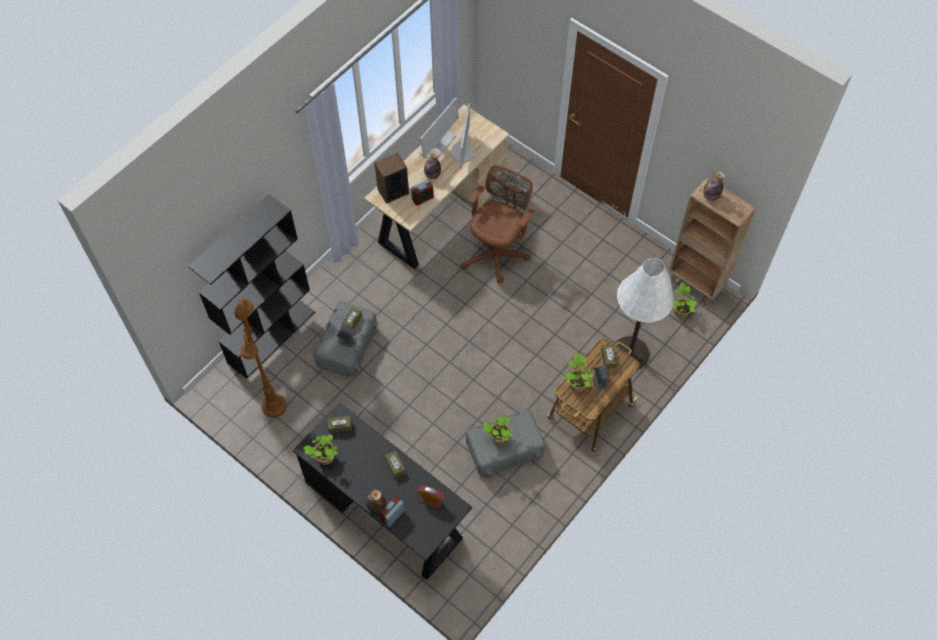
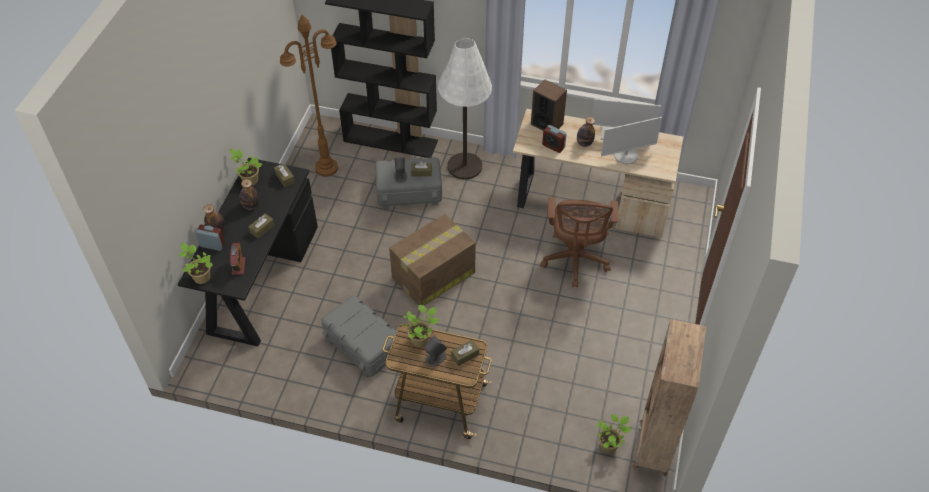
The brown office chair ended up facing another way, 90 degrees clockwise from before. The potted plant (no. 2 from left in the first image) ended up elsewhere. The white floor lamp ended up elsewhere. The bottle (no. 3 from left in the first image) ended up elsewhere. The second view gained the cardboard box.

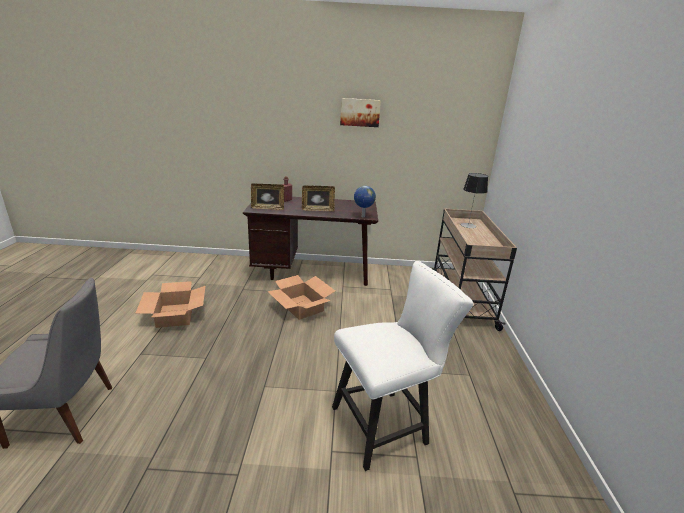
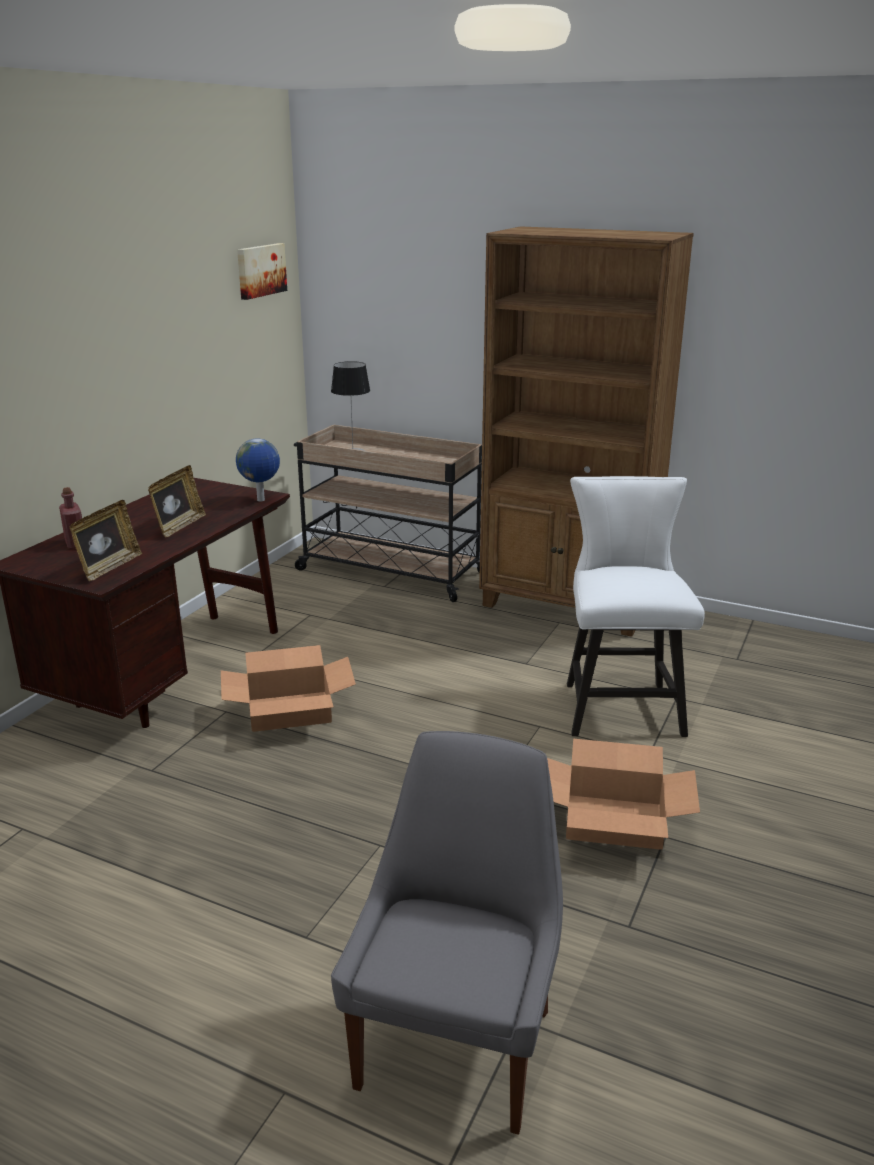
The cardboard box (no. 1 from left in the first image) ended up elsewhere. The picture ended up elsewhere. The second view gained the brown bookcase.

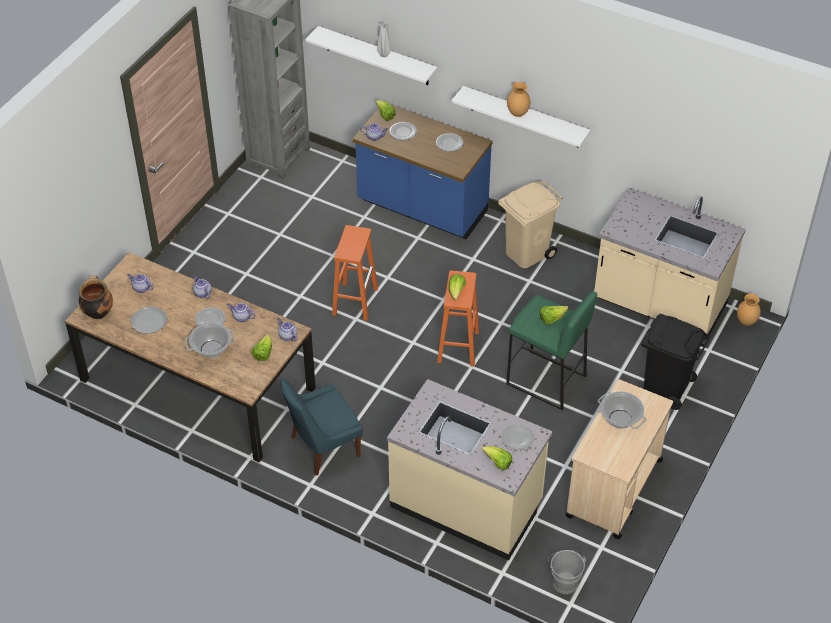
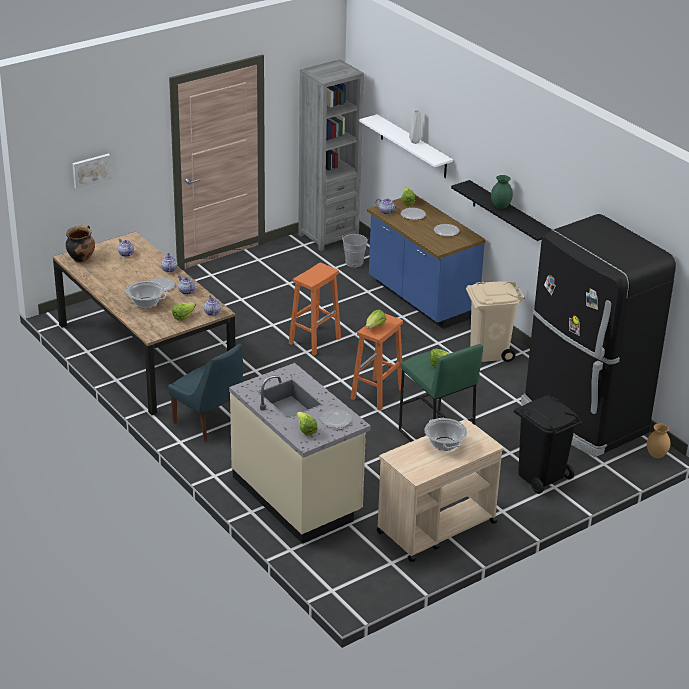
The second view lost the plate (no. 1 from left). The blue chair ended up facing another way, 135 degrees counterclockwise from before. What was the white shelf (no. 2 from left) turned into the black shelf. What was the brown vase (no. 1 from left) turned into the green vase. The grey bucket ended up elsewhere. Where the beige counter (no. 2 from left) stood, the black fridge came to stand. The second view gained the picture.

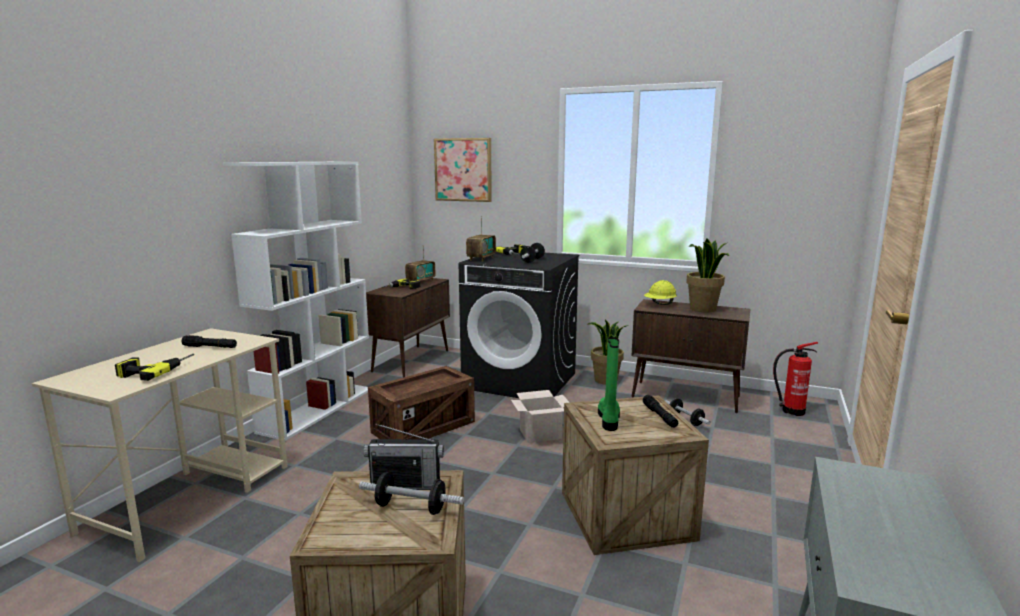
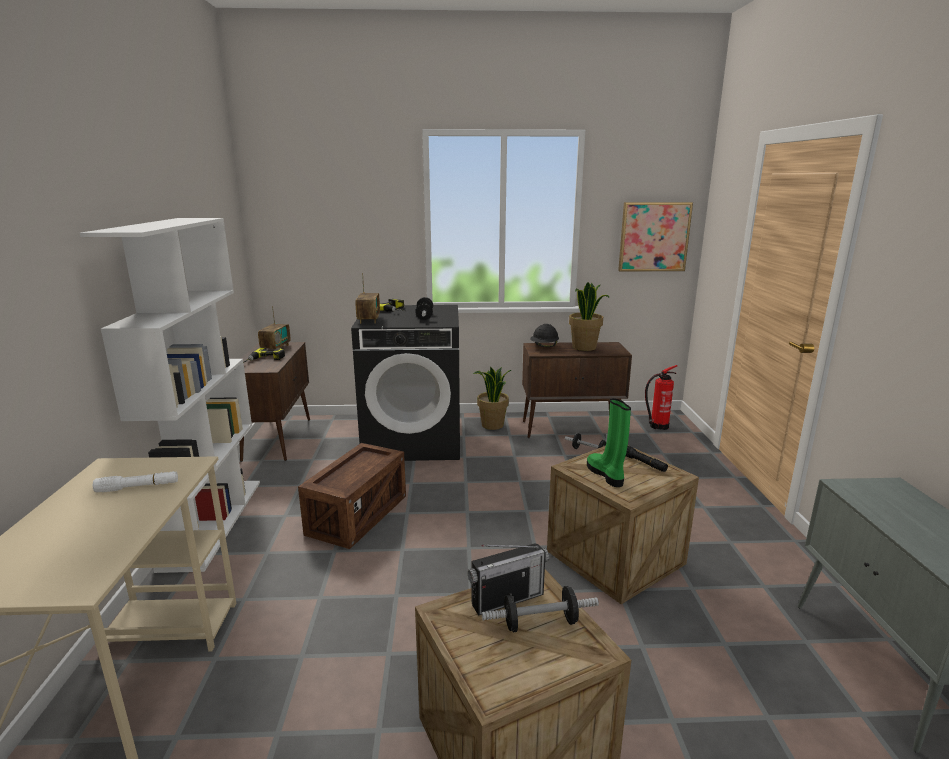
The second view lost the power drill (no. 1 from left). What was the black flashlight (no. 1 from left) turned into the white flashlight. The picture ended up elsewhere. The second view lost the cardboard box. What was the yellow hard hat turned into the black hard hat.

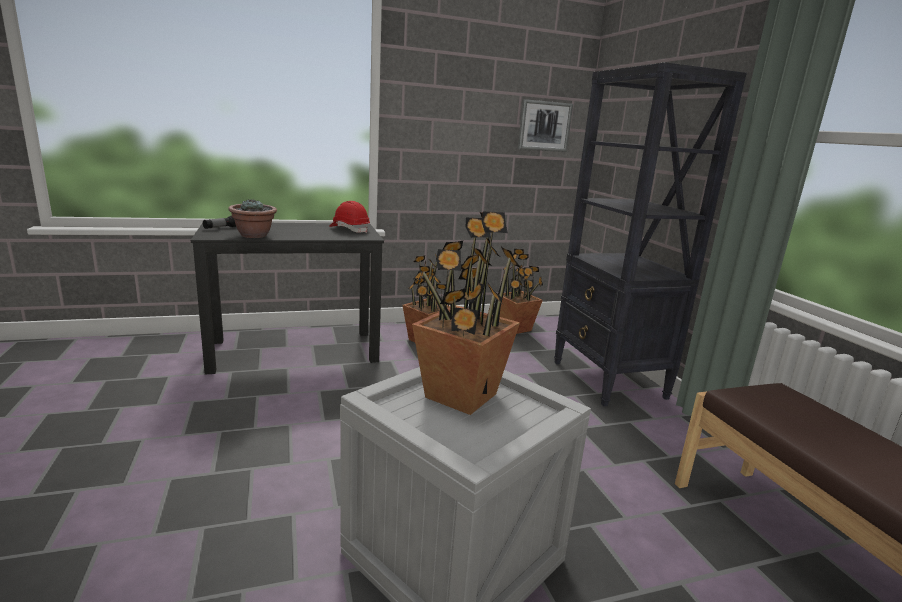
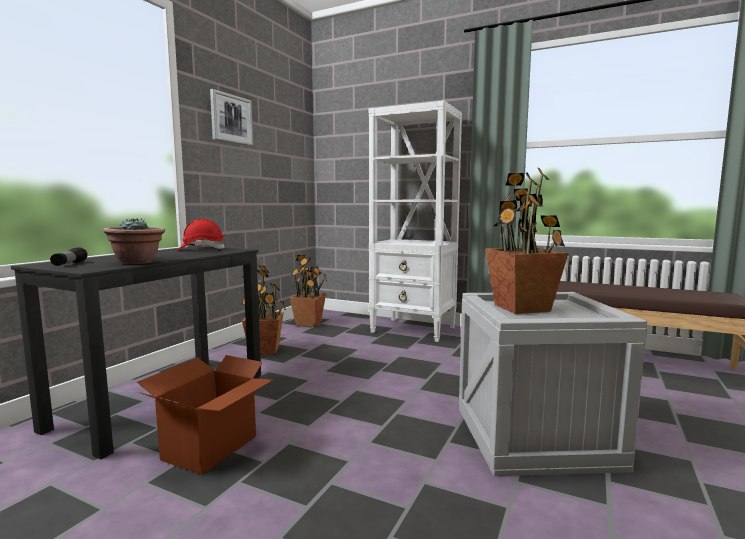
The picture ended up elsewhere. What was the black bookcase turned into the white bookcase. The second view gained the cardboard box.

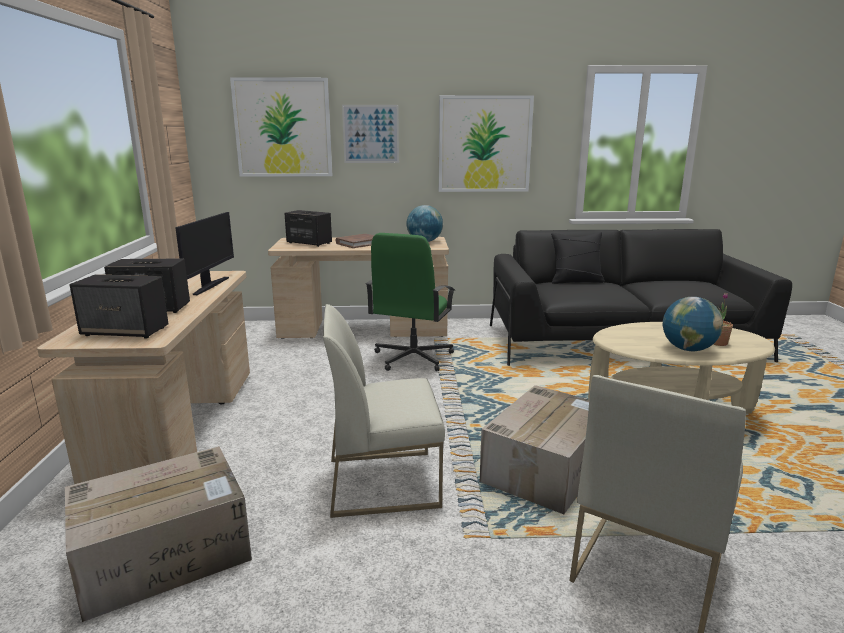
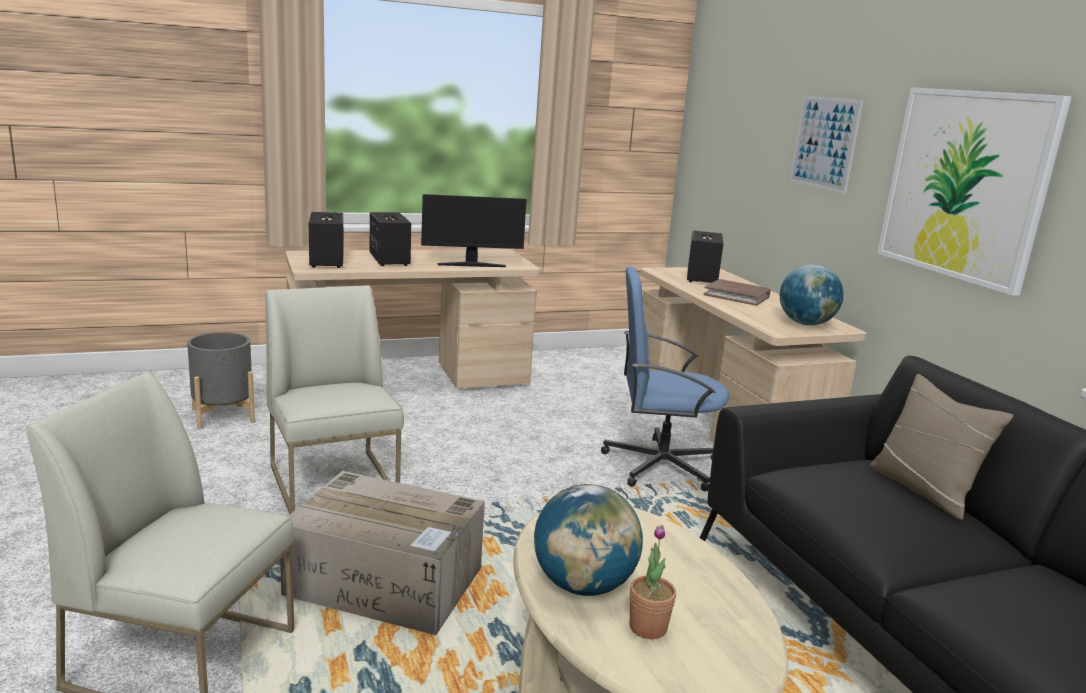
Where the cardboard box (no. 1 from left) stood, the grey planter came to stand. The second view lost the picture (no. 1 from left). What was the green office chair turned into the blue office chair. What was the black pillow turned into the beige pillow.

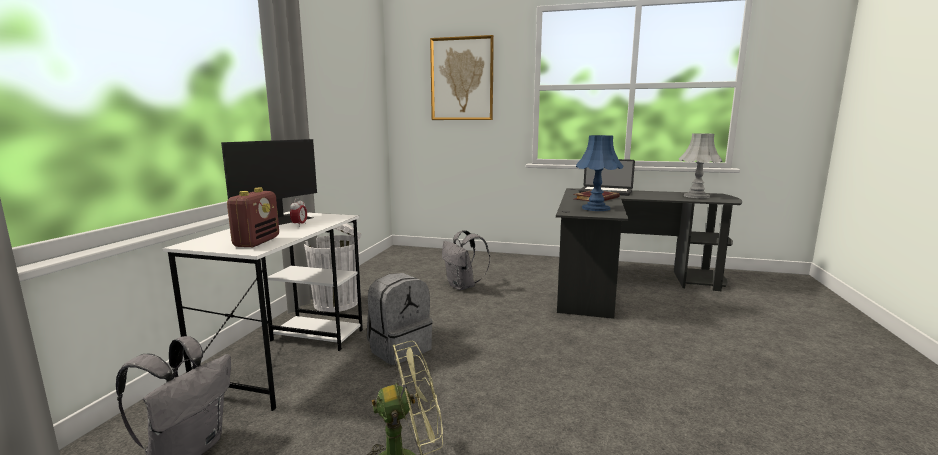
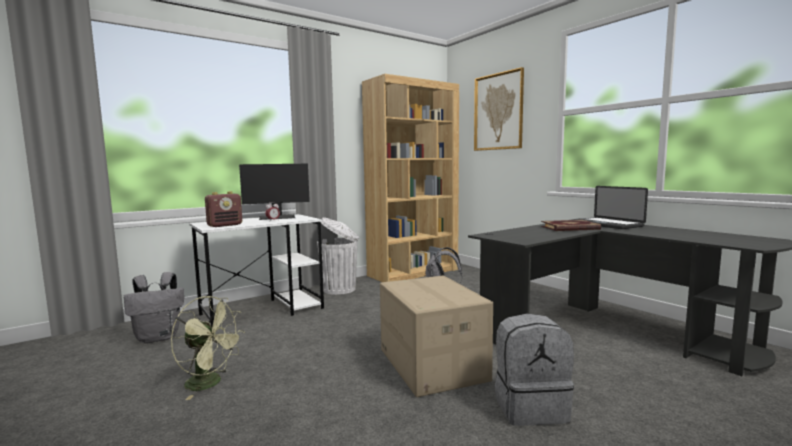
The grey backpack (no. 2 from left in the first image) ended up elsewhere. The second view lost the blue table lamp. The second view lost the grey table lamp. The second view gained the brown bookcase. The second view gained the cardboard box.

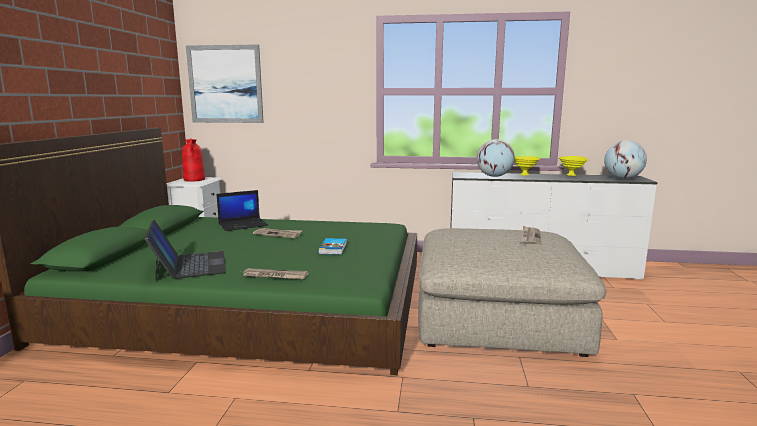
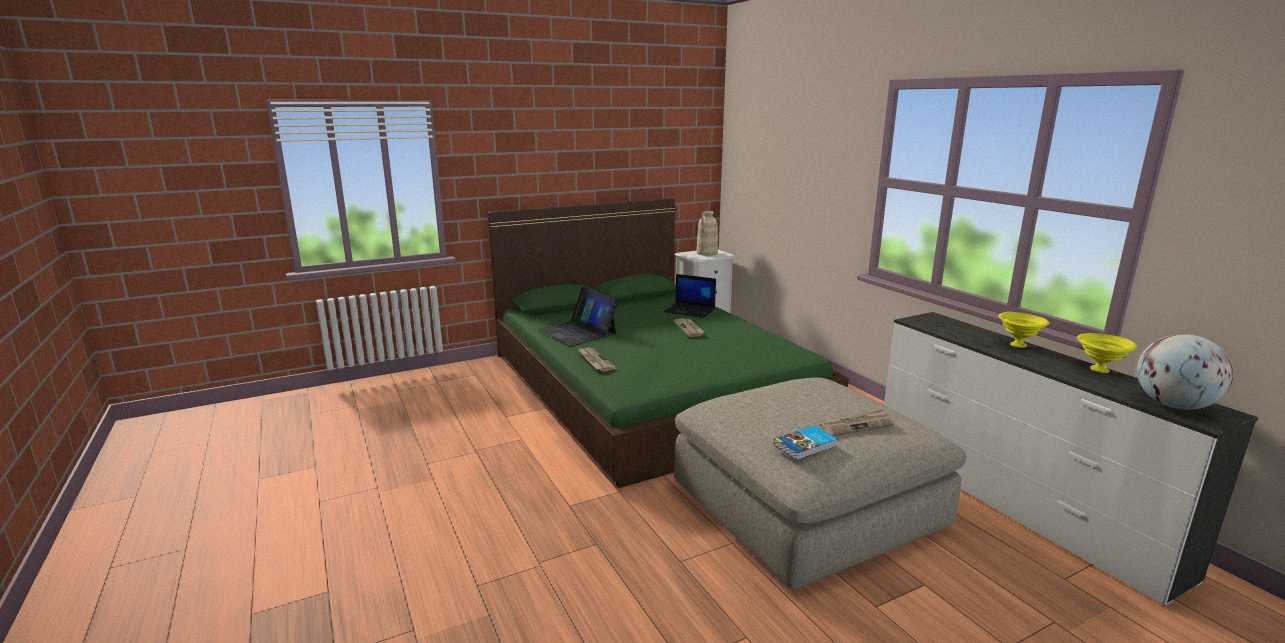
The laptop (no. 1 from left) ended up facing another way, 105 degrees clockwise from before. What was the red vase turned into the beige vase. The second view lost the picture. The book ended up elsewhere. The second view lost the globe (no. 1 from left).

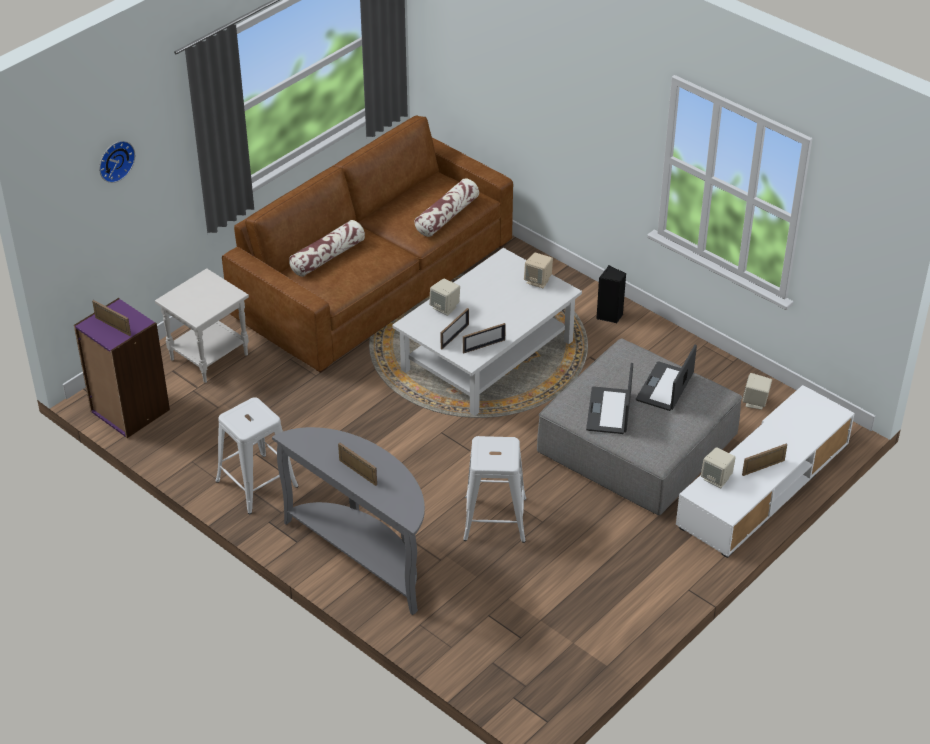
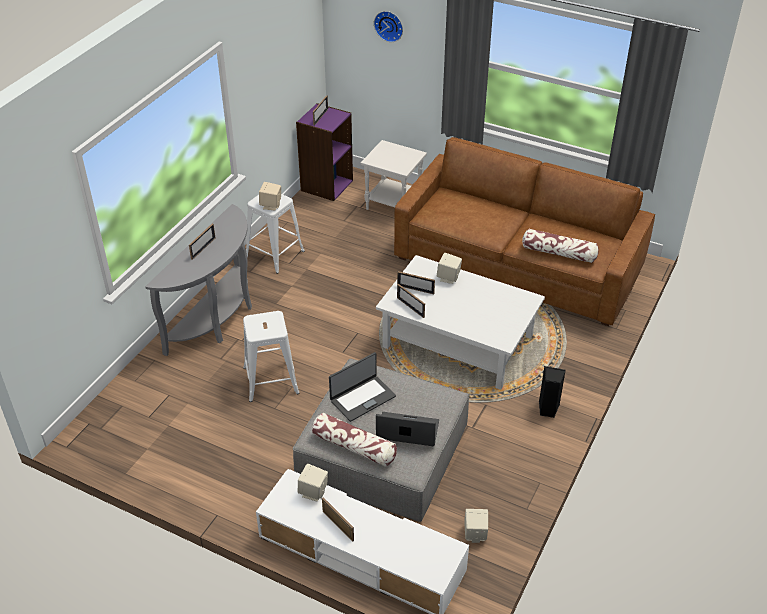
The pillow (no. 1 from left) ended up elsewhere. The beige speaker (no. 2 from left in the first image) ended up elsewhere. The laptop (no. 1 from left) ended up facing another way, 150 degrees clockwise from before.

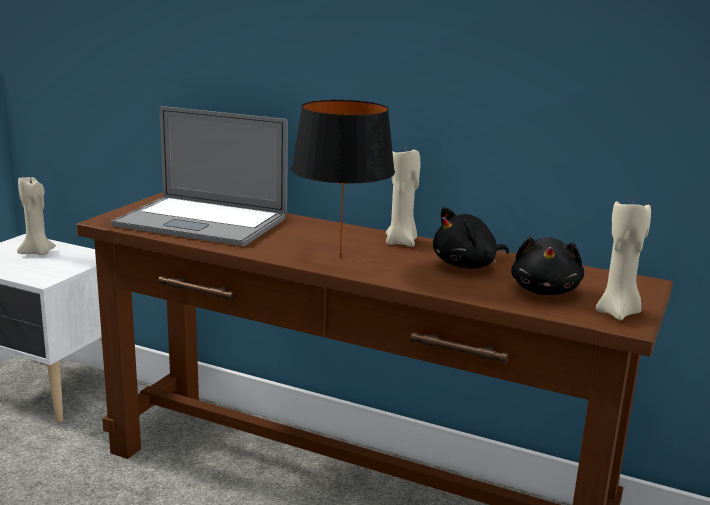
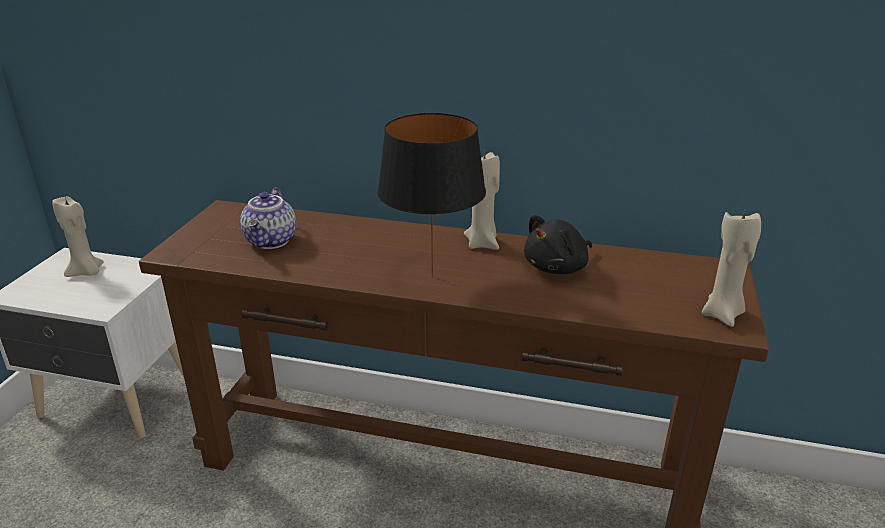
Where the laptop stood, the teapot came to stand. The second view lost the black plush toy (no. 2 from left).

